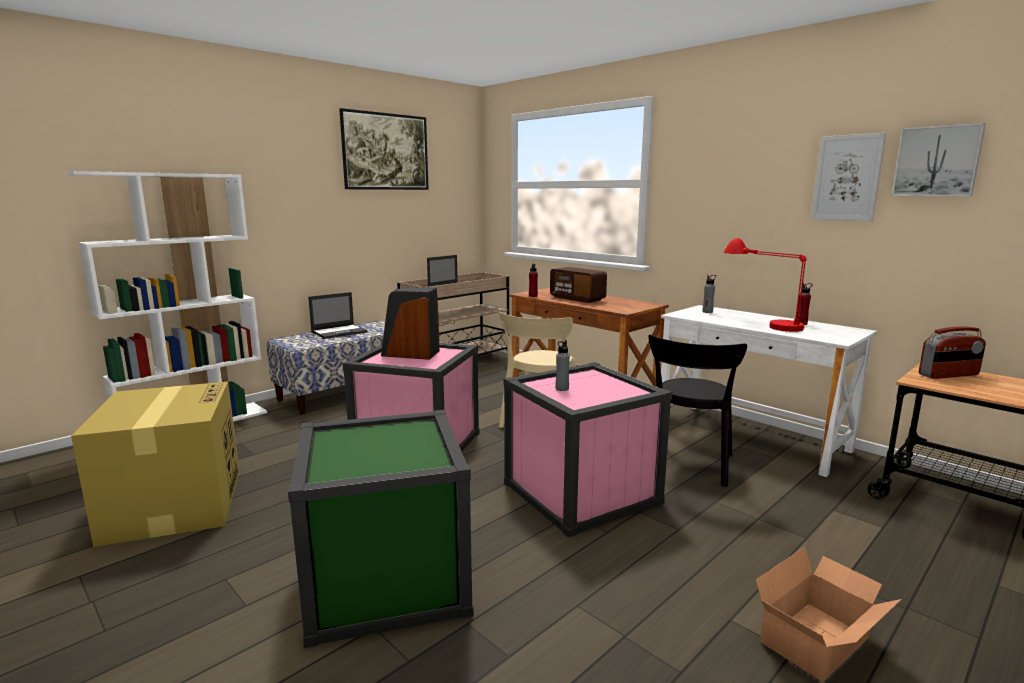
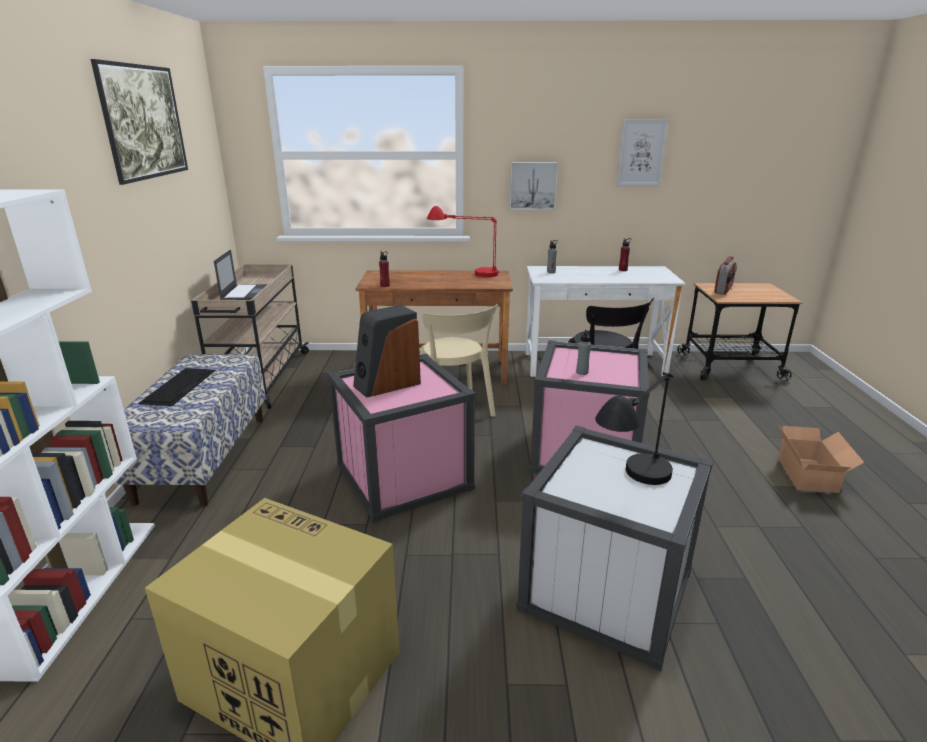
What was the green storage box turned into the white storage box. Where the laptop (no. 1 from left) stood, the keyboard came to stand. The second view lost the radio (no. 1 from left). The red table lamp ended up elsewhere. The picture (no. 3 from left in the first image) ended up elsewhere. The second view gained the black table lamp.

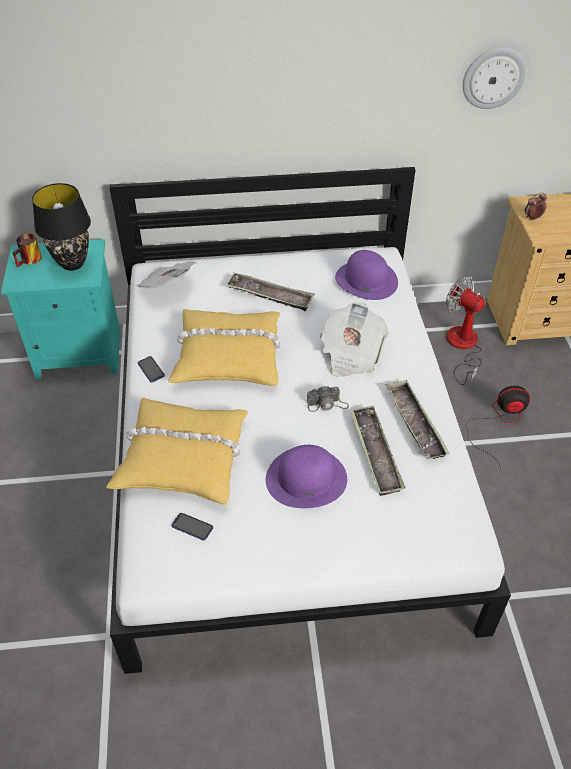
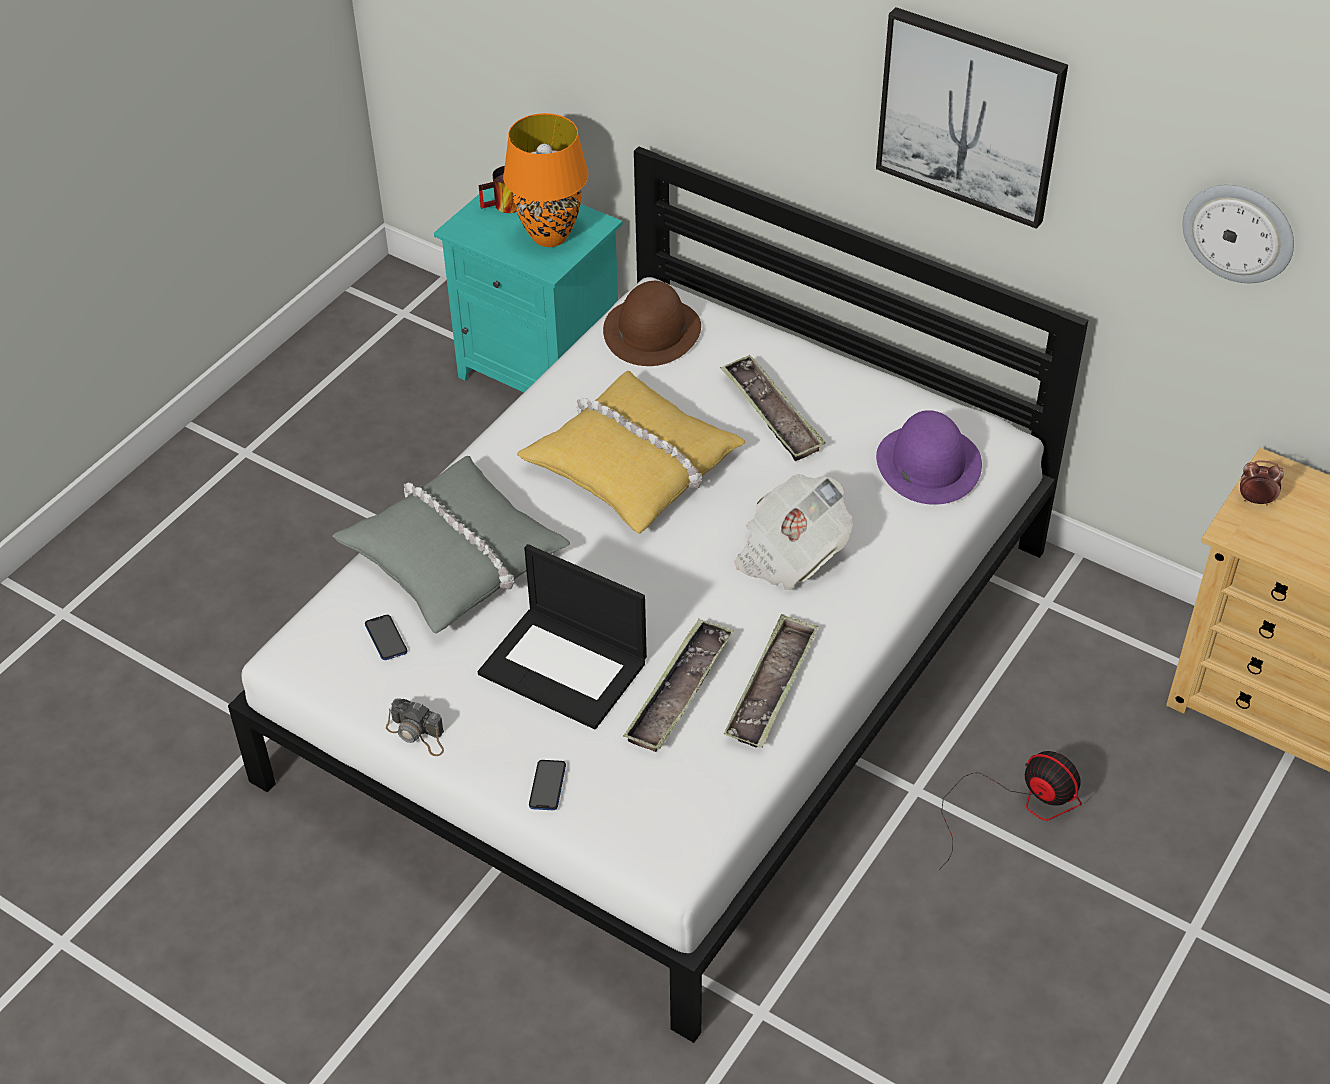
What was the black table lamp turned into the orange table lamp. What was the yellow pillow (no. 1 from left) turned into the grey pillow. Where the newspaper (no. 1 from left) stood, the brown hat came to stand. The phone (no. 1 from left in the first image) ended up elsewhere. Where the purple hat (no. 1 from left) stood, the laptop came to stand. The photo camera ended up elsewhere. The second view lost the fan (no. 1 from left). The second view gained the picture.

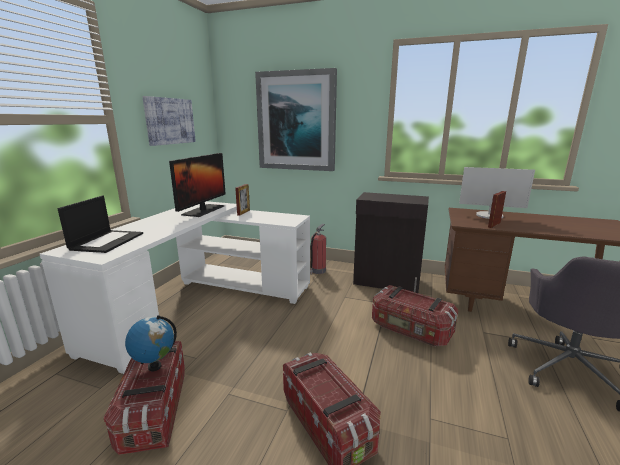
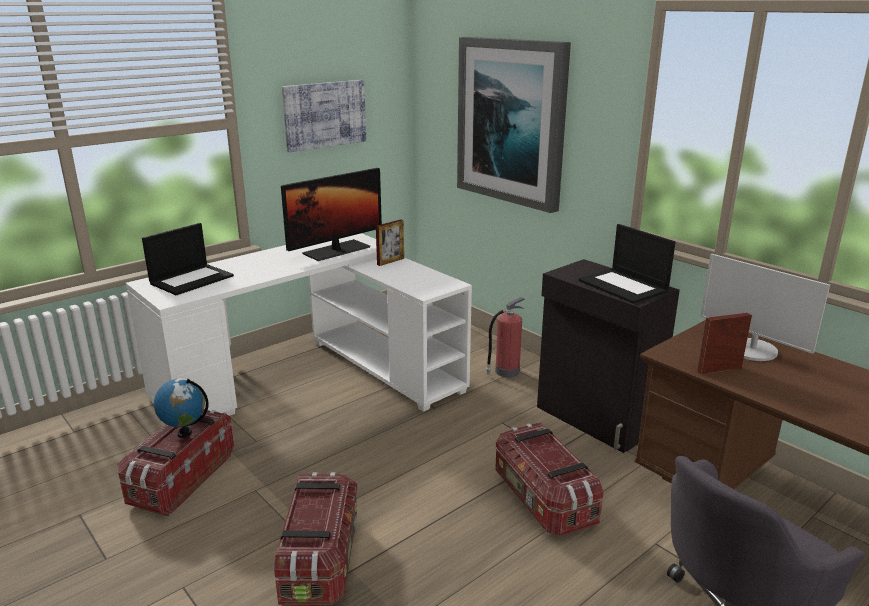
The second view gained the laptop (no. 2 from left).

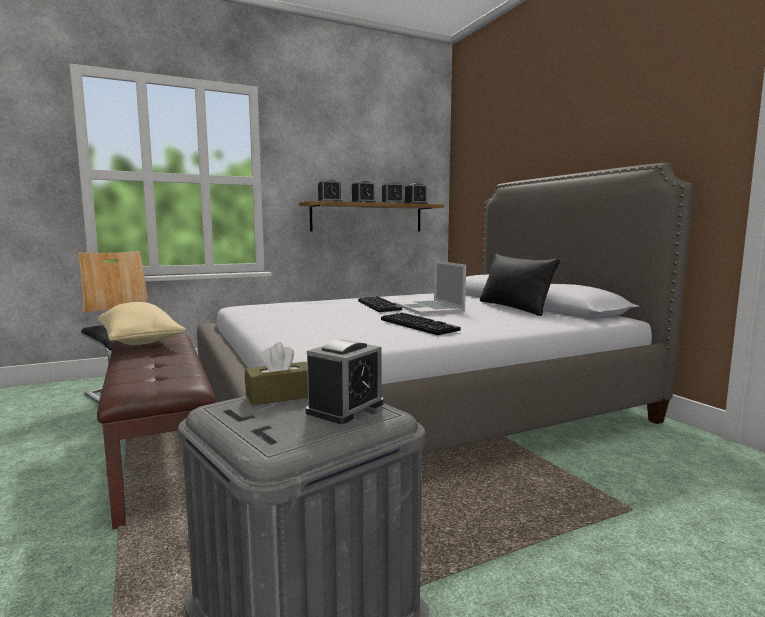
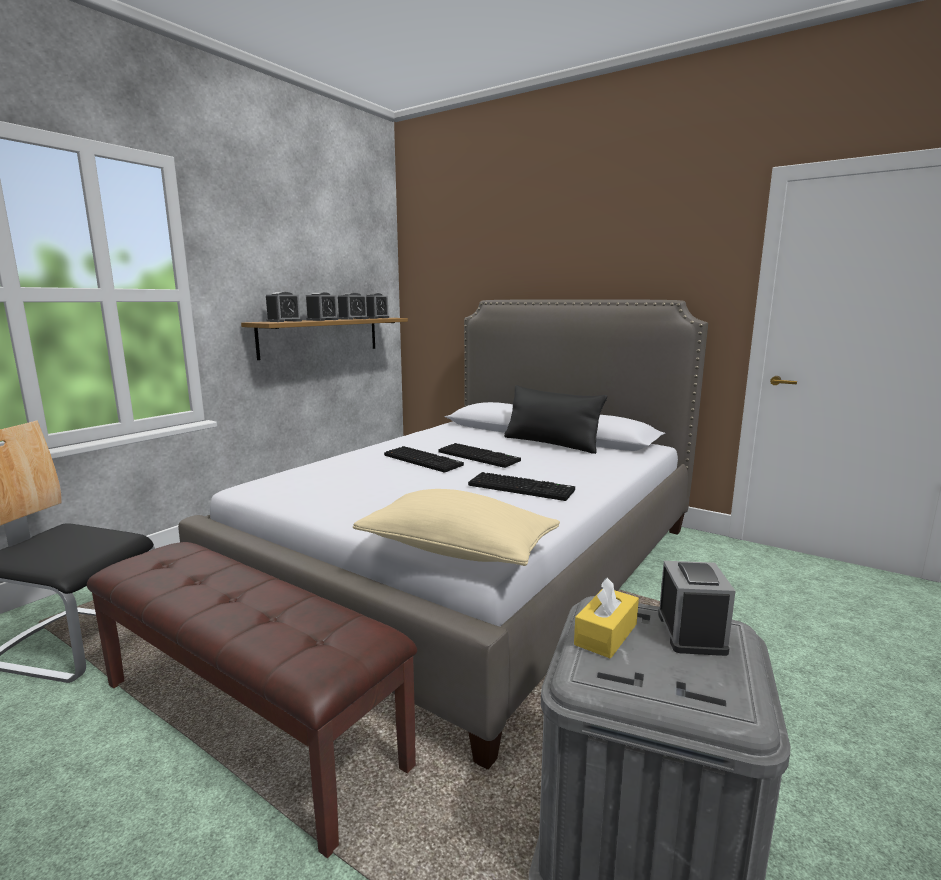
The beige pillow ended up elsewhere. What was the brown tissue box turned into the yellow tissue box. Where the laptop stood, the keyboard (no. 2 from left) came to stand.

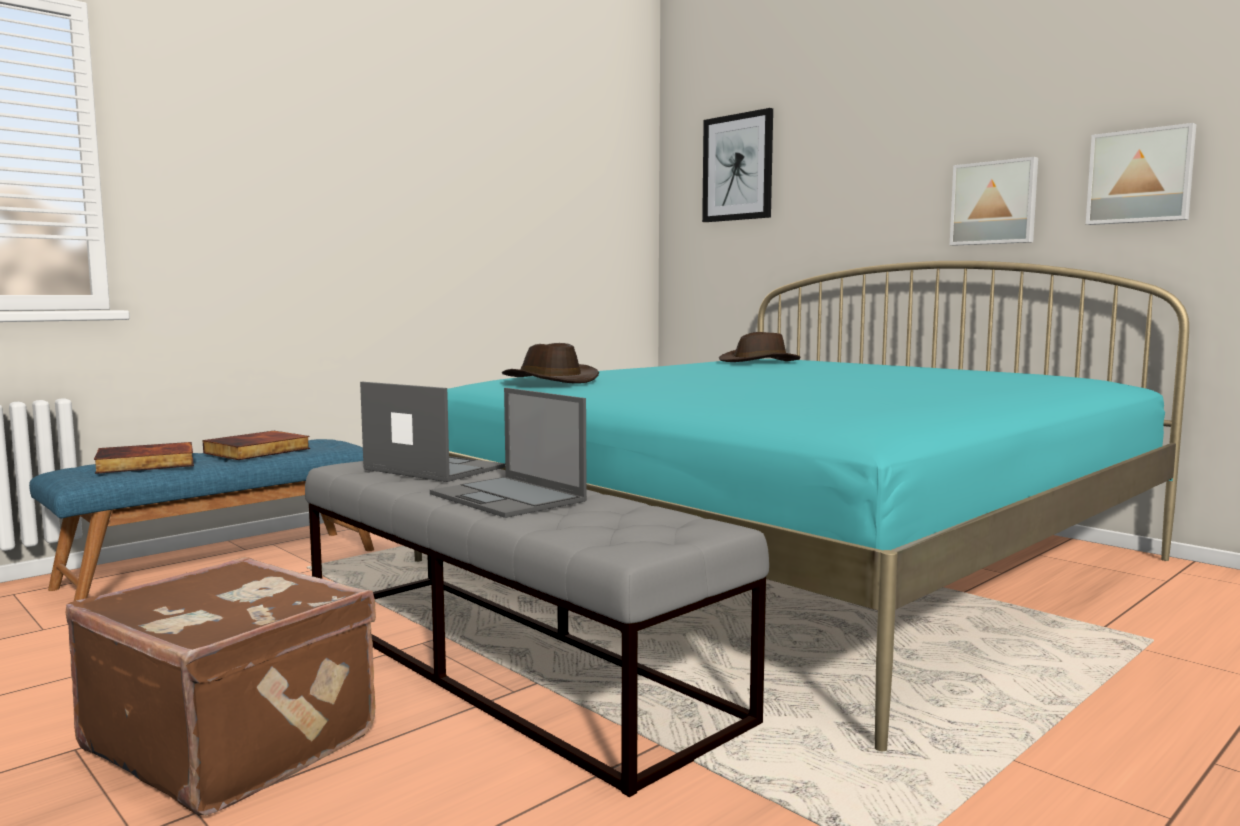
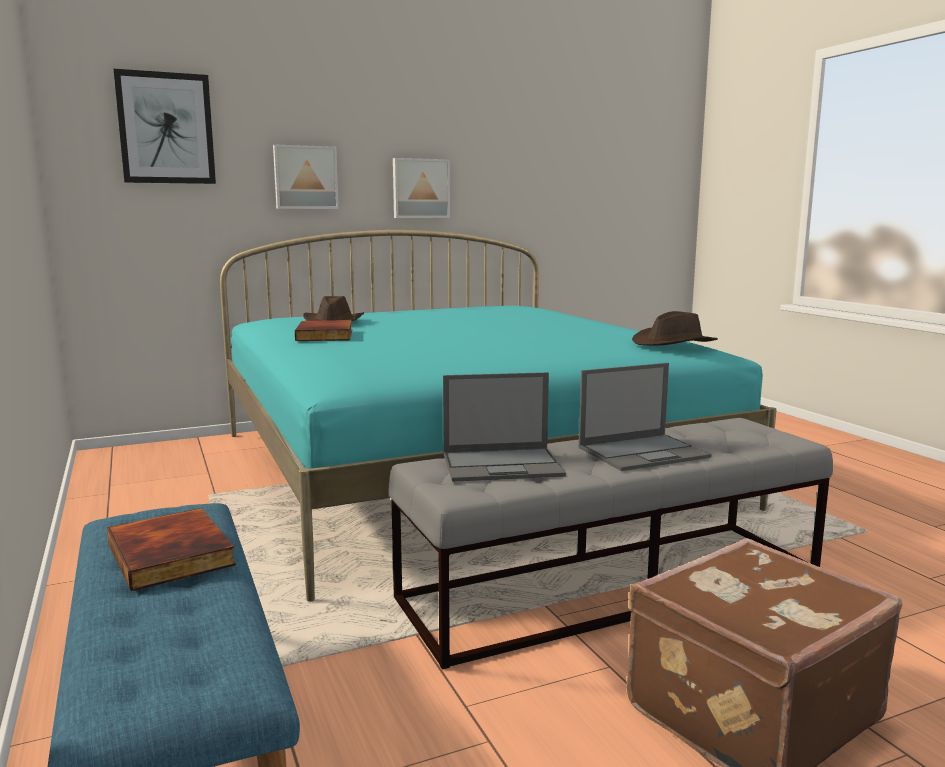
The book (no. 1 from left in the first image) ended up elsewhere. The laptop (no. 1 from left) ended up facing another way, 150 degrees counterclockwise from before. The brown hat (no. 1 from left in the first image) ended up elsewhere. The picture (no. 3 from left in the first image) ended up elsewhere.

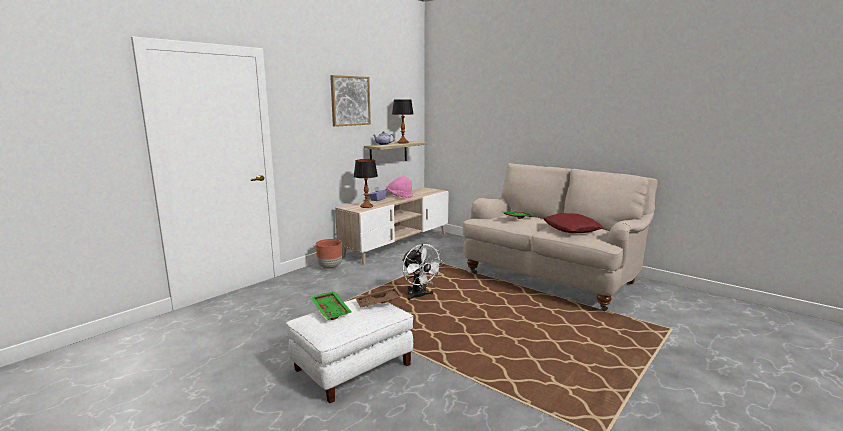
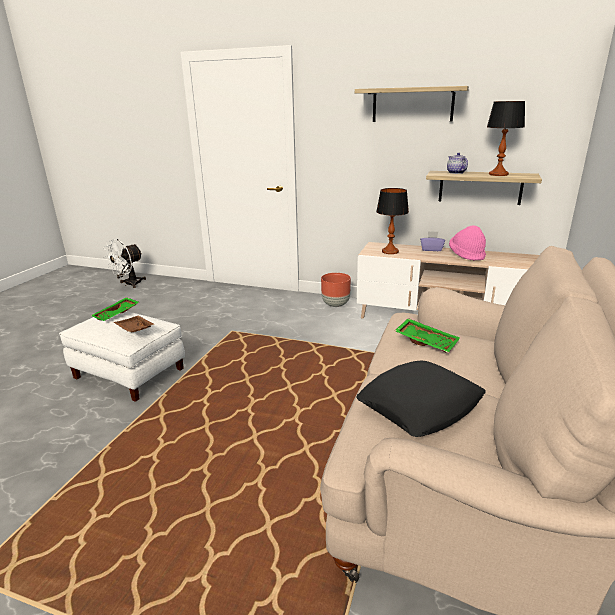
Where the picture hung, the shelf (no. 1 from left) came to hang. The white fan ended up elsewhere. What was the red pillow turned into the black pillow.

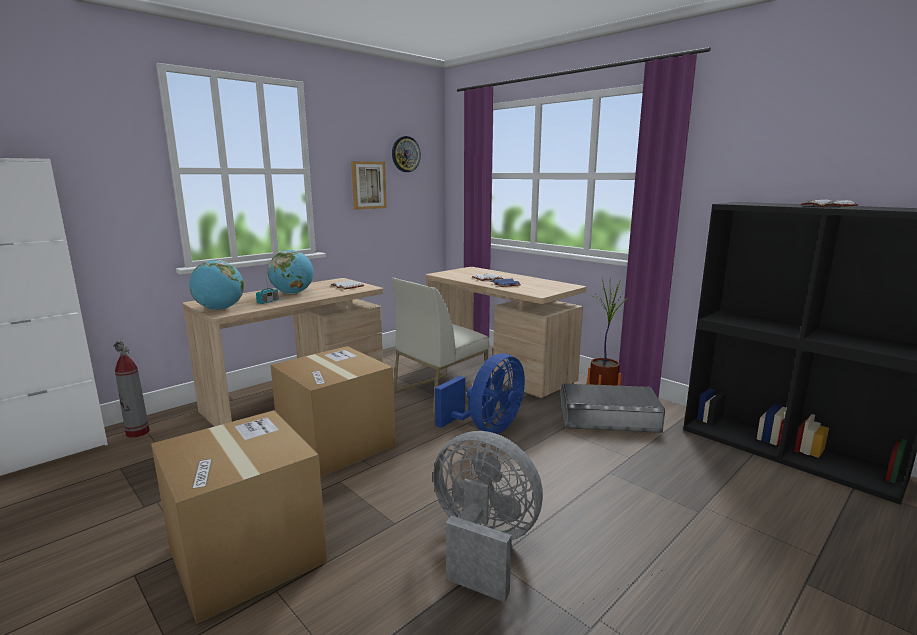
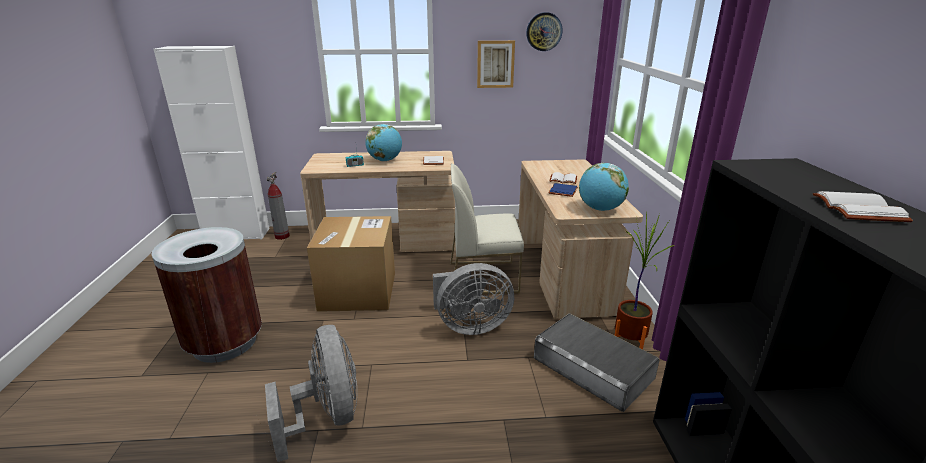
Where the cardboard box (no. 1 from left) stood, the brown trash can came to stand. The globe (no. 1 from left in the first image) ended up elsewhere. What was the blue fan turned into the grey fan (no. 2 from left).

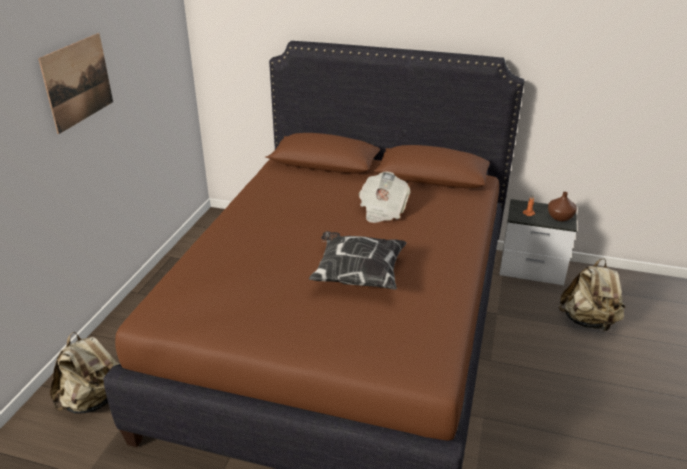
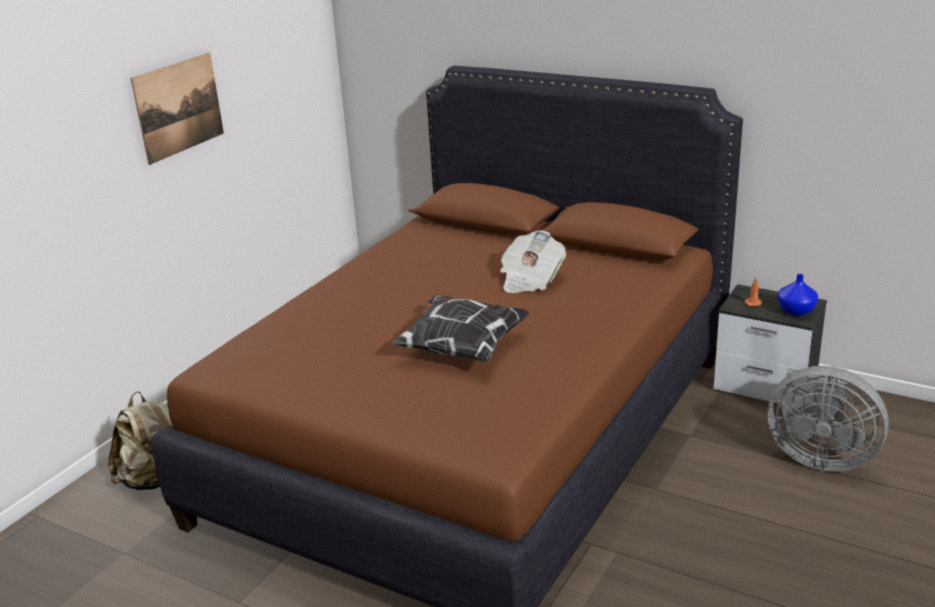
What was the brown vase turned into the blue vase. Where the beige backpack (no. 2 from left) stood, the grey fan came to stand.

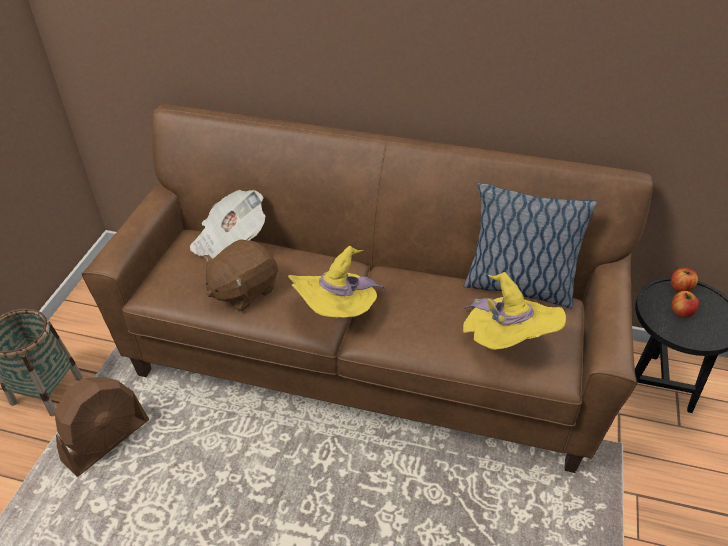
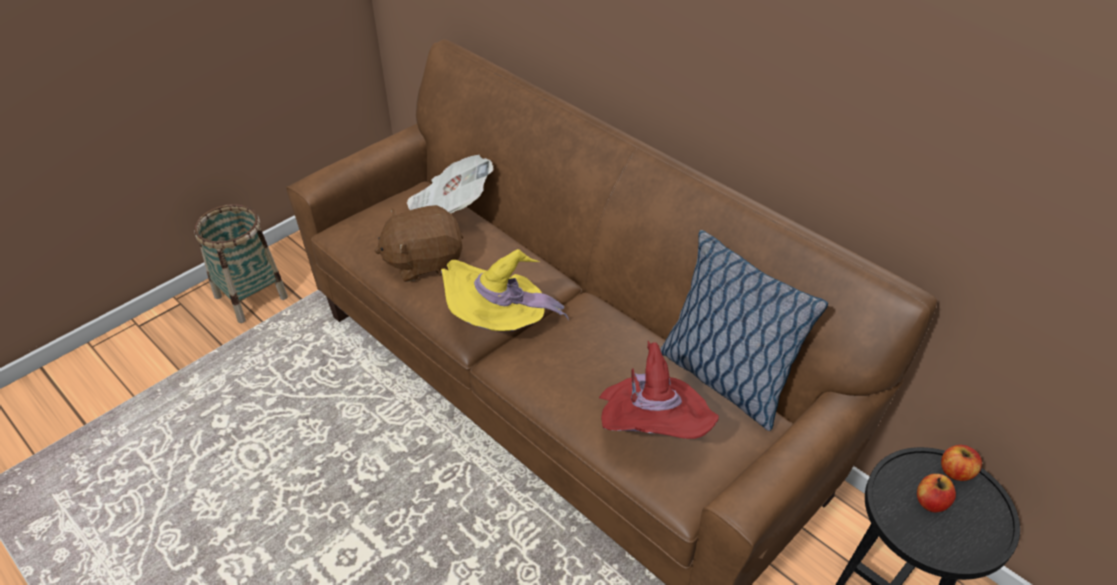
The second view lost the brown fan. What was the yellow hat (no. 2 from left) turned into the red hat.

